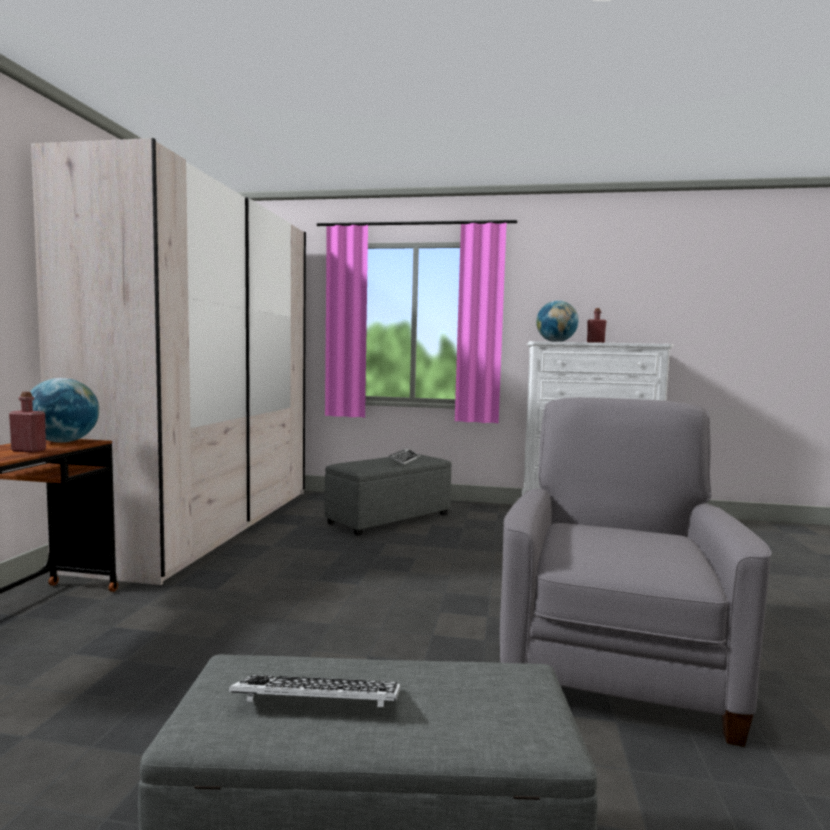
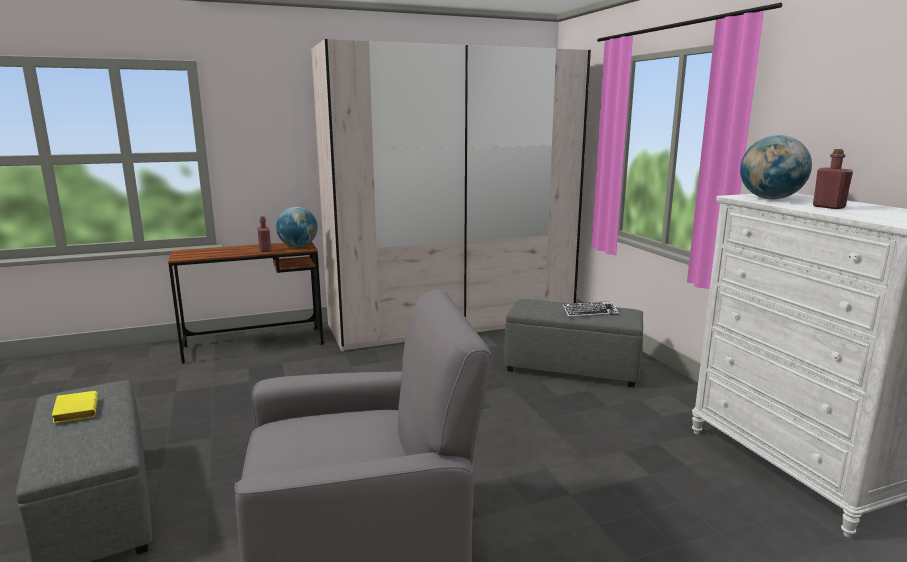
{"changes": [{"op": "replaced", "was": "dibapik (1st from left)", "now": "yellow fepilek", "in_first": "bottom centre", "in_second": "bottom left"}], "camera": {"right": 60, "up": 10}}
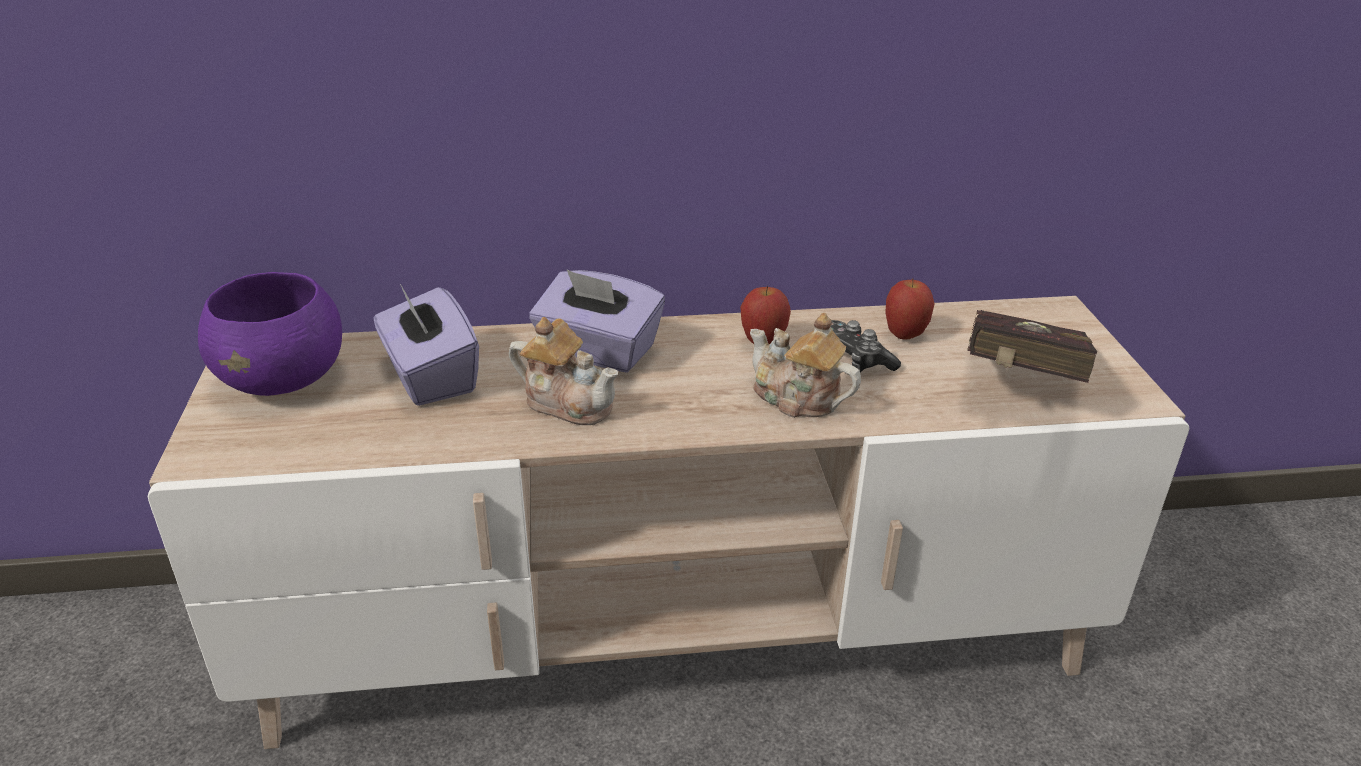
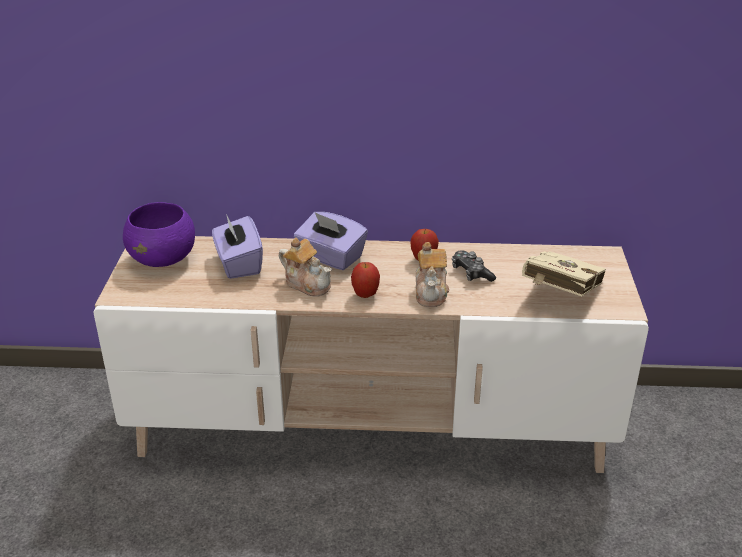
{"changes": [{"op": "turned", "was": "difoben (2nd from left)", "in_first": "centre", "in_second": "centre", "clockwise": -135}, {"op": "moved", "was": "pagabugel (2nd from left in the first image)", "now": "pagabugel (1st from left)", "in_first": "middle right", "in_second": "centre"}, {"op": "recoloured", "was": "red fepilek", "now": "beige fepilek", "in_first": "middle right", "in_second": "middle right"}], "camera": {"right": 10, "up": 0}}
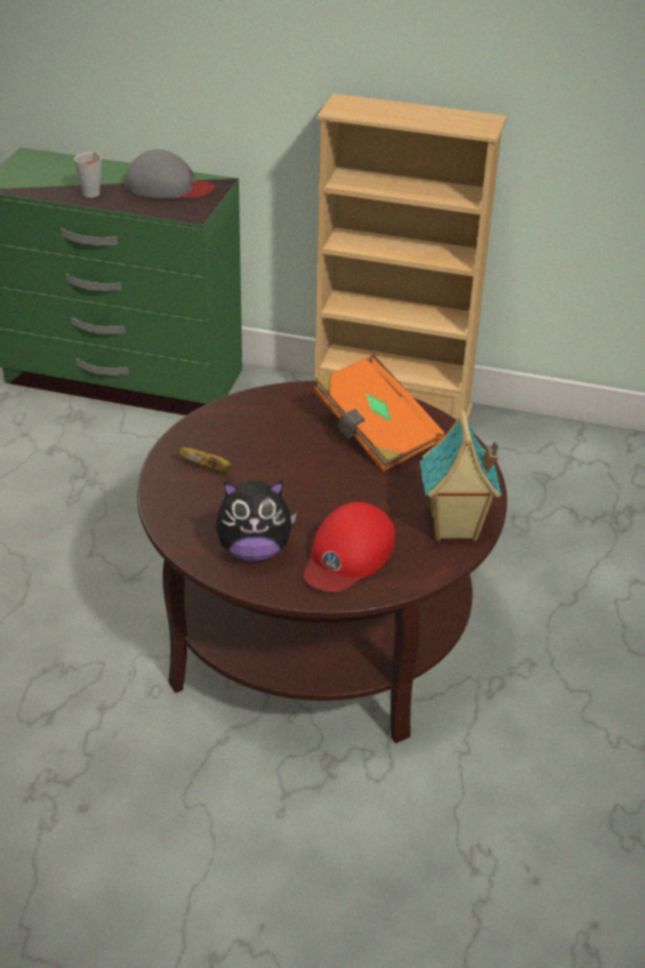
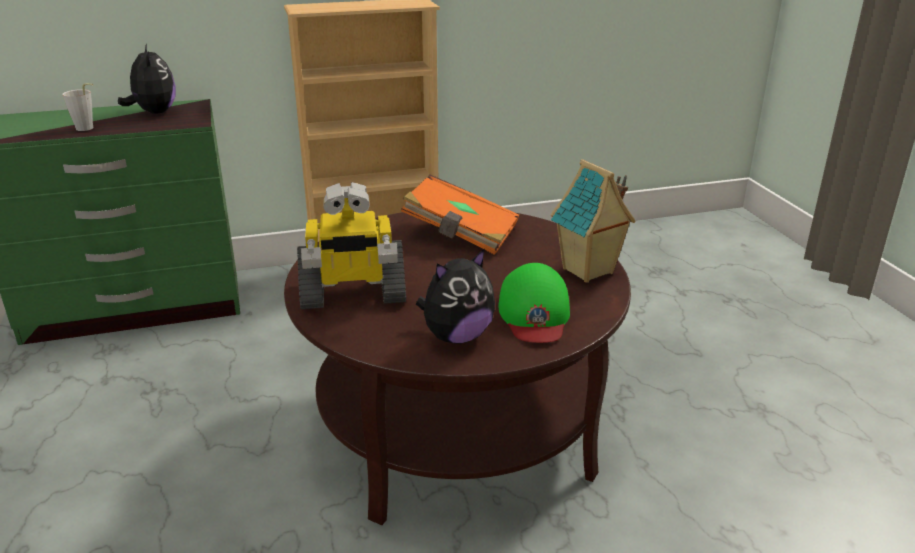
{"changes": [{"op": "replaced", "was": "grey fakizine", "now": "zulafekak (1st from left)", "in_first": "top left", "in_second": "top left"}, {"op": "replaced", "was": "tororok", "now": "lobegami", "in_first": "middle left", "in_second": "centre"}, {"op": "recoloured", "was": "red fakizine", "now": "green fakizine", "in_first": "centre", "in_second": "centre"}], "camera": {"right": -30, "up": -10}}
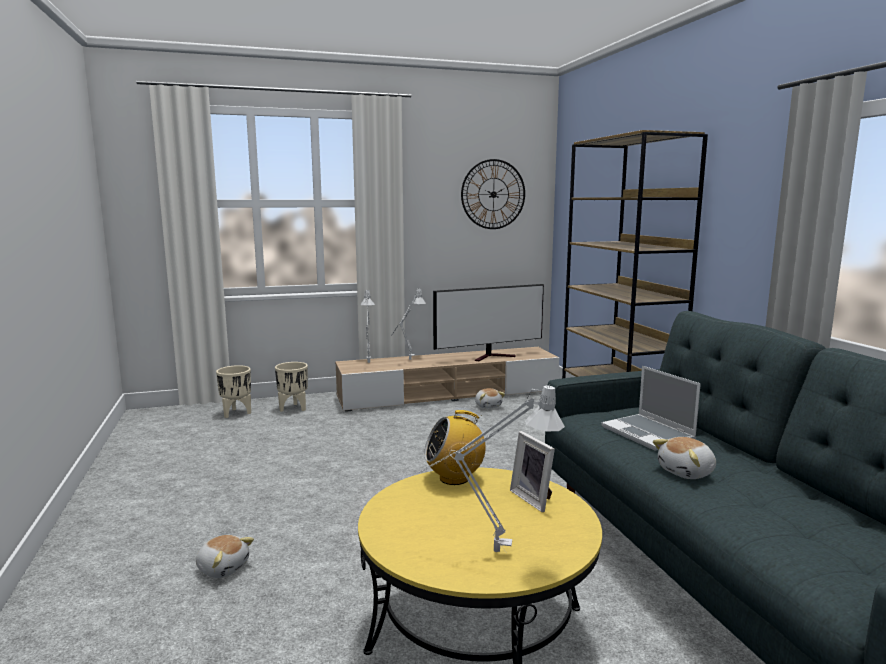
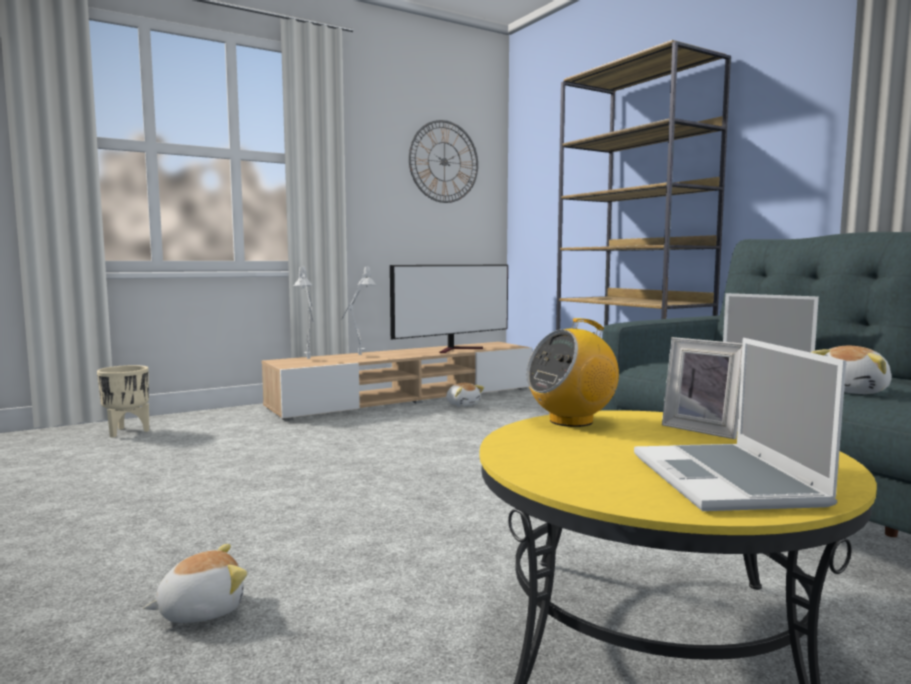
{"changes": [{"op": "turned", "was": "zulafekak (1st from left)", "in_first": "bottom left", "in_second": "bottom left", "clockwise": -45}, {"op": "removed", "was": "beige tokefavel (2nd from left)", "in_first": "middle left"}, {"op": "replaced", "was": "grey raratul (3rd from left)", "now": "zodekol (1st from left)", "in_first": "bottom centre", "in_second": "middle right"}], "camera": {"right": -15, "up": -5}}
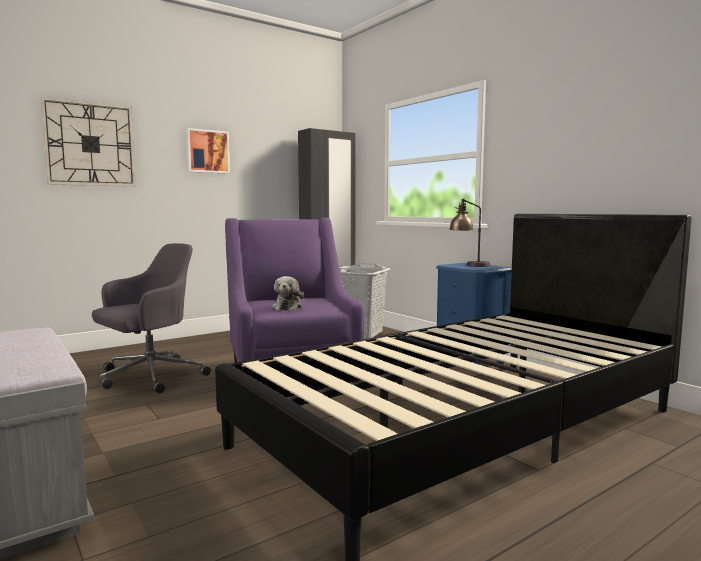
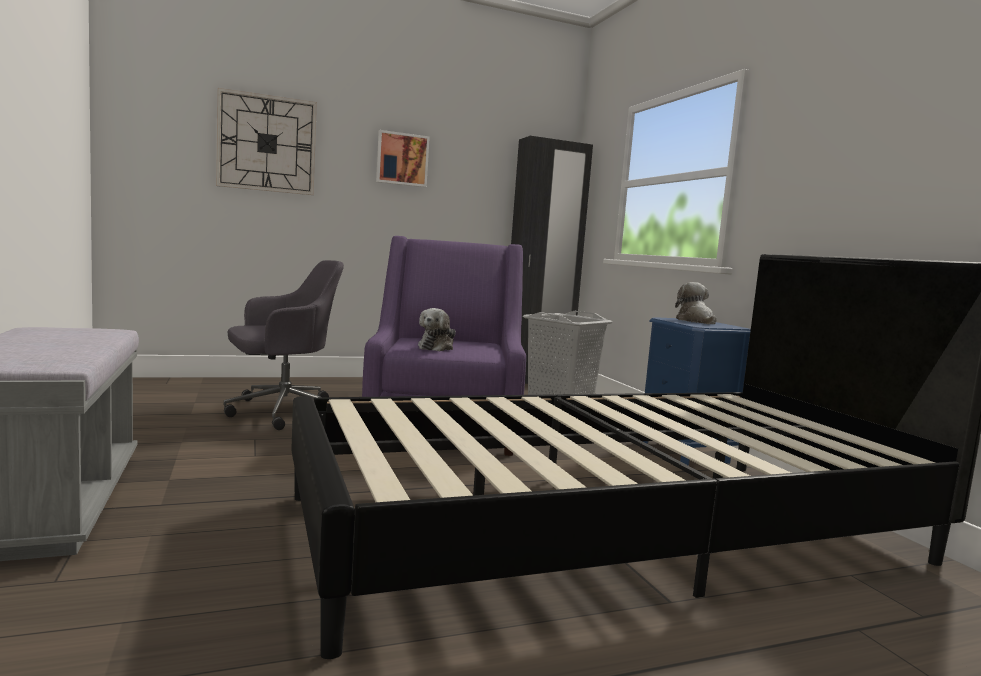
{"changes": [{"op": "replaced", "was": "raratul", "now": "zulafekak (2nd from left)", "in_first": "middle right", "in_second": "middle right"}], "camera": {"right": 15, "up": 0}}
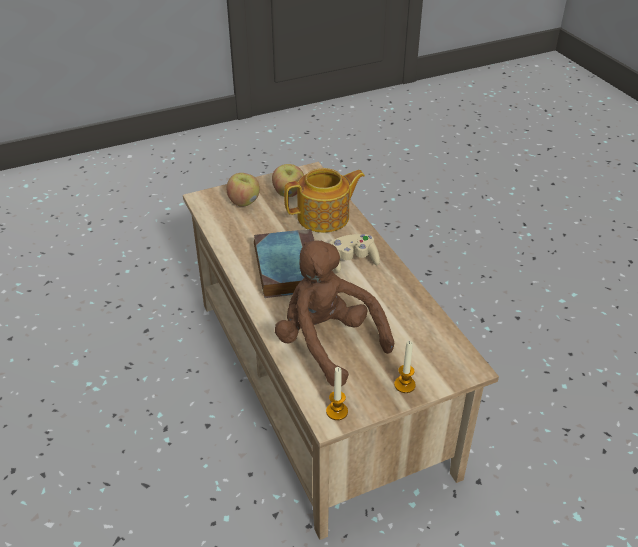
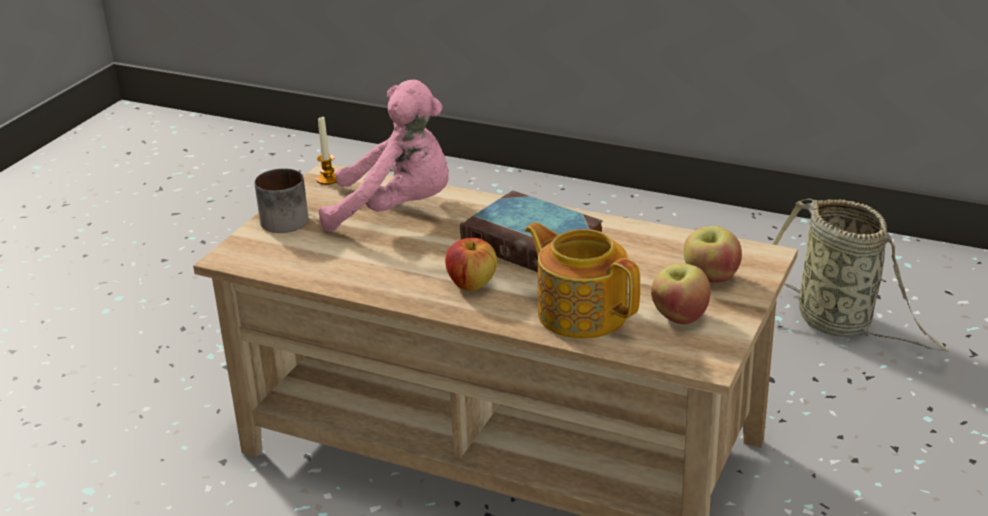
{"changes": [{"op": "recoloured", "was": "brown zulafekak", "now": "pink zulafekak", "in_first": "centre", "in_second": "top centre"}, {"op": "turned", "was": "difoben", "in_first": "centre", "in_second": "centre", "clockwise": 105}, {"op": "replaced", "was": "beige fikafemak", "now": "pagabugel (1st from left)", "in_first": "centre", "in_second": "centre"}, {"op": "replaced", "was": "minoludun (2nd from left)", "now": "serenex", "in_first": "bottom centre", "in_second": "middle left"}, {"op": "added", "now": "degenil", "in_second": "middle right"}], "camera": {"right": 140, "up": -10}}
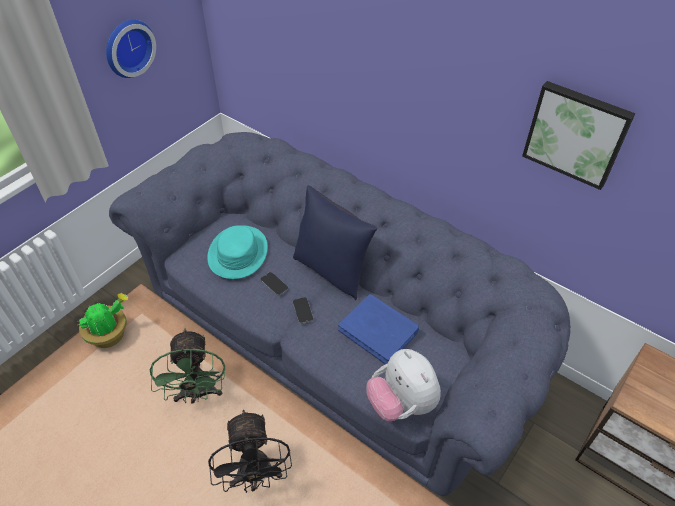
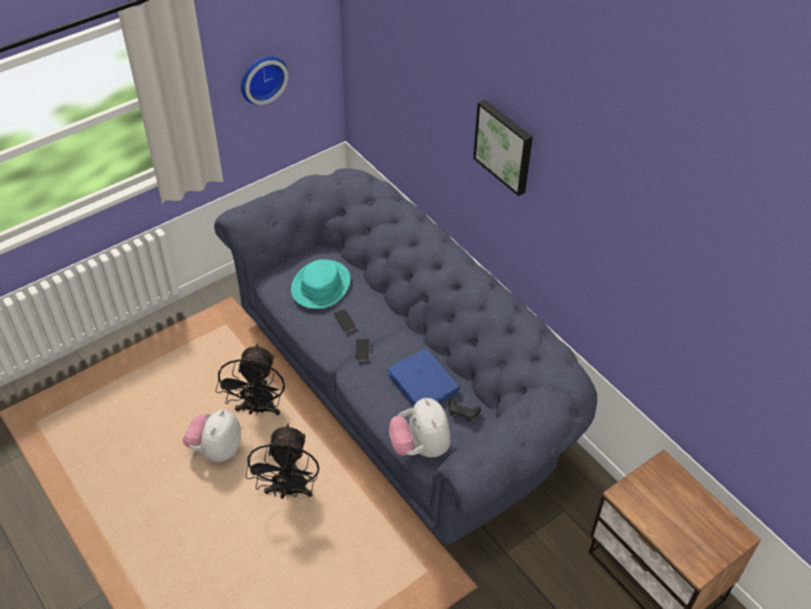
{"changes": [{"op": "removed", "was": "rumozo", "in_first": "middle left"}, {"op": "recoloured", "was": "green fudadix", "now": "black fudadix (1st from left)", "in_first": "bottom left", "in_second": "middle left"}, {"op": "removed", "was": "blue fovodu", "in_first": "centre"}, {"op": "moved", "was": "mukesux", "in_first": "top right", "in_second": "top centre"}, {"op": "added", "now": "zulafekak (1st from left)", "in_second": "bottom left"}, {"op": "added", "now": "black fikafemak", "in_second": "bottom centre"}], "camera": {"right": 15, "up": 0}}
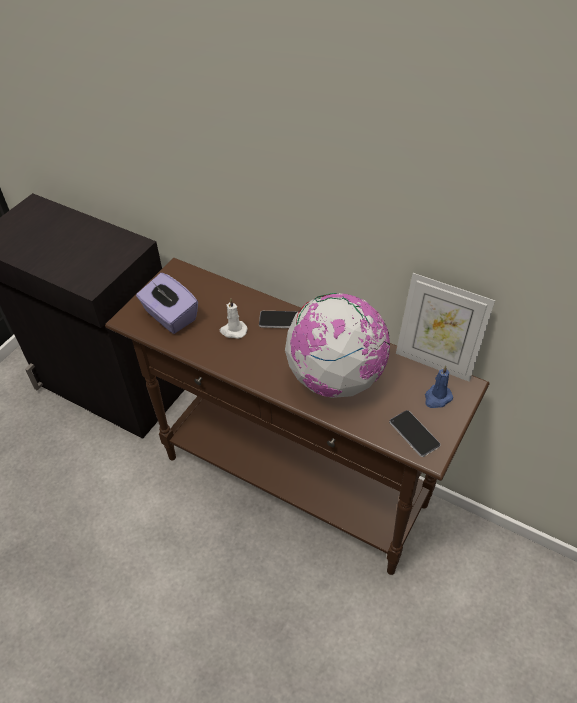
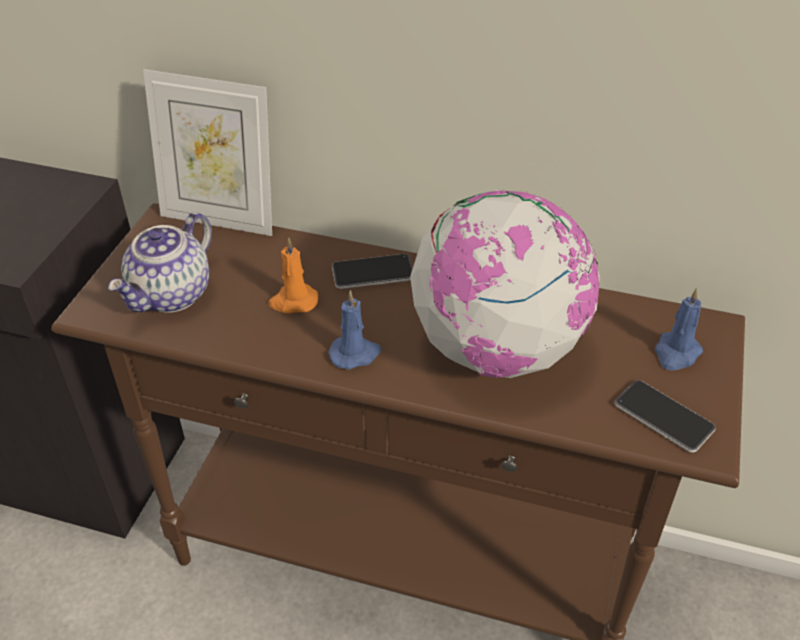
{"changes": [{"op": "replaced", "was": "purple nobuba", "now": "difoben", "in_first": "middle left", "in_second": "middle left"}, {"op": "recoloured", "was": "white minoludun", "now": "orange minoludun", "in_first": "centre", "in_second": "centre"}, {"op": "moved", "was": "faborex", "in_first": "middle right", "in_second": "top left"}, {"op": "added", "now": "blue minoludun (1st from left)", "in_second": "centre"}], "camera": {"right": -15, "up": -5}}
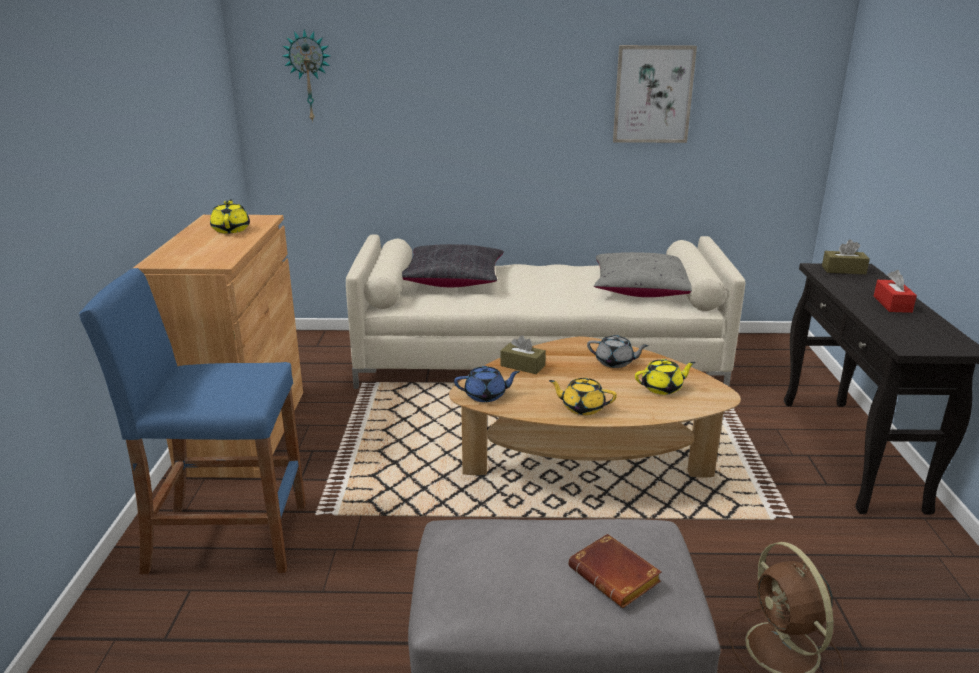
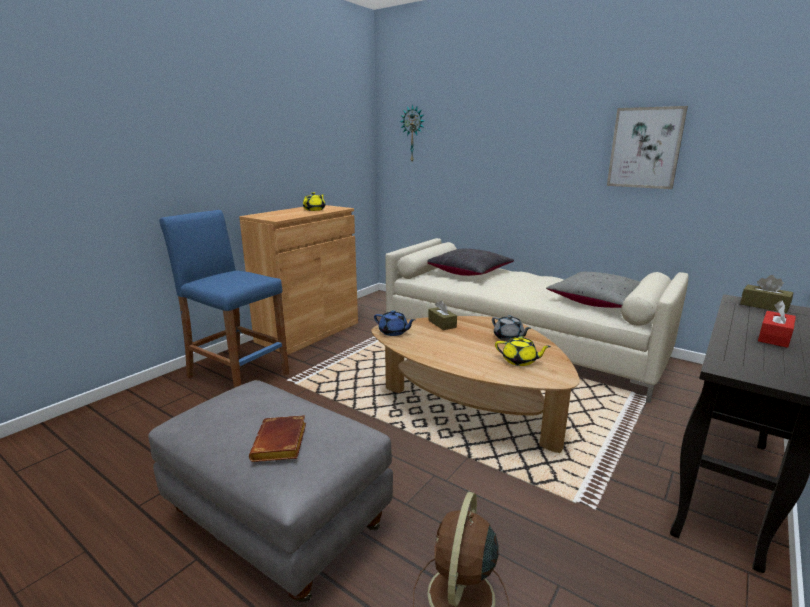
{"changes": [{"op": "removed", "was": "yellow difoben (2nd from left)", "in_first": "centre"}], "camera": {"right": 35, "up": -5}}
